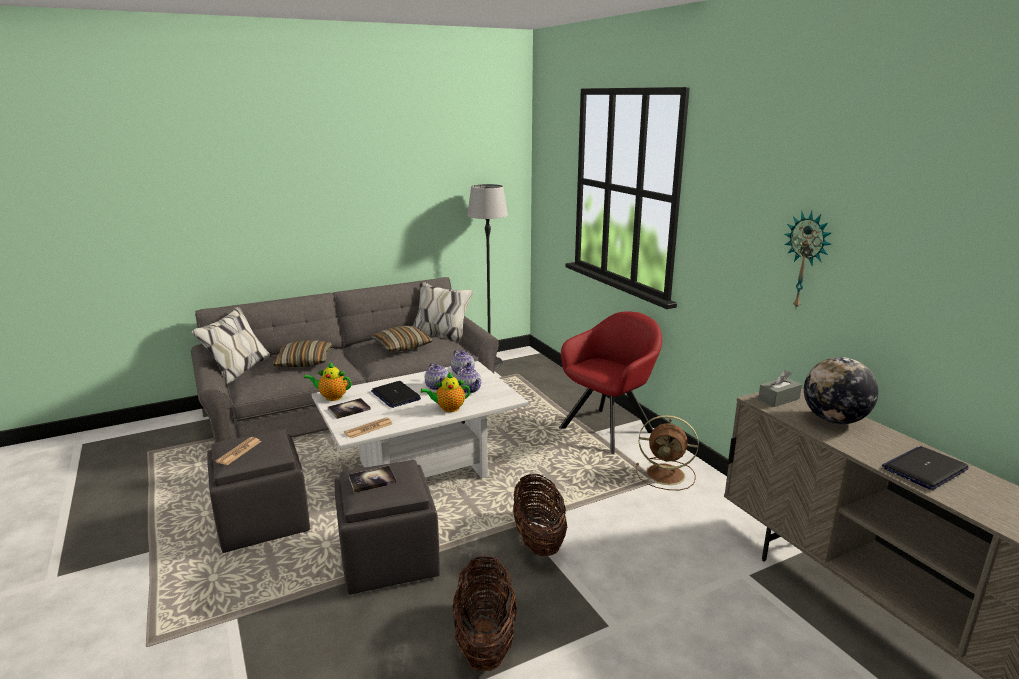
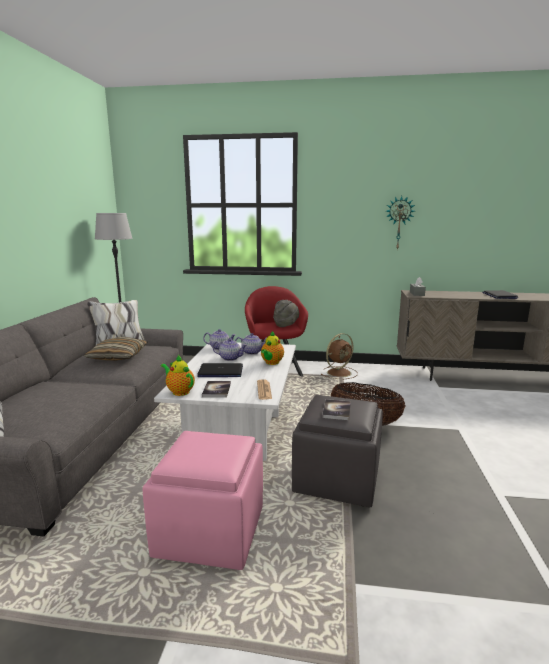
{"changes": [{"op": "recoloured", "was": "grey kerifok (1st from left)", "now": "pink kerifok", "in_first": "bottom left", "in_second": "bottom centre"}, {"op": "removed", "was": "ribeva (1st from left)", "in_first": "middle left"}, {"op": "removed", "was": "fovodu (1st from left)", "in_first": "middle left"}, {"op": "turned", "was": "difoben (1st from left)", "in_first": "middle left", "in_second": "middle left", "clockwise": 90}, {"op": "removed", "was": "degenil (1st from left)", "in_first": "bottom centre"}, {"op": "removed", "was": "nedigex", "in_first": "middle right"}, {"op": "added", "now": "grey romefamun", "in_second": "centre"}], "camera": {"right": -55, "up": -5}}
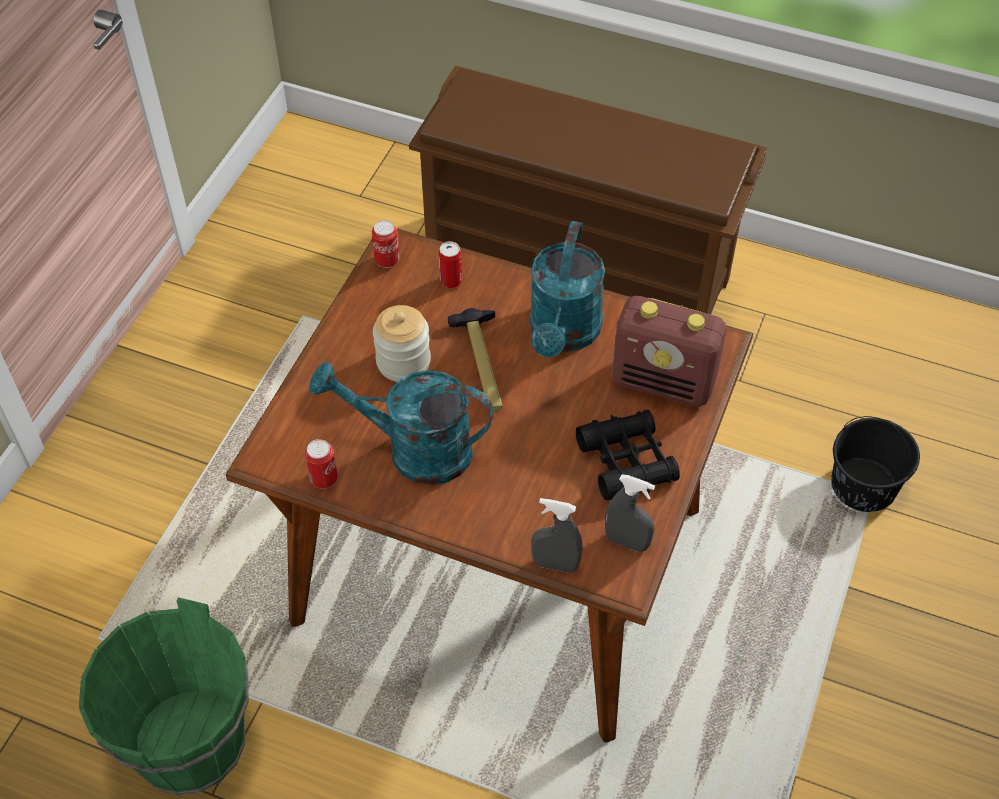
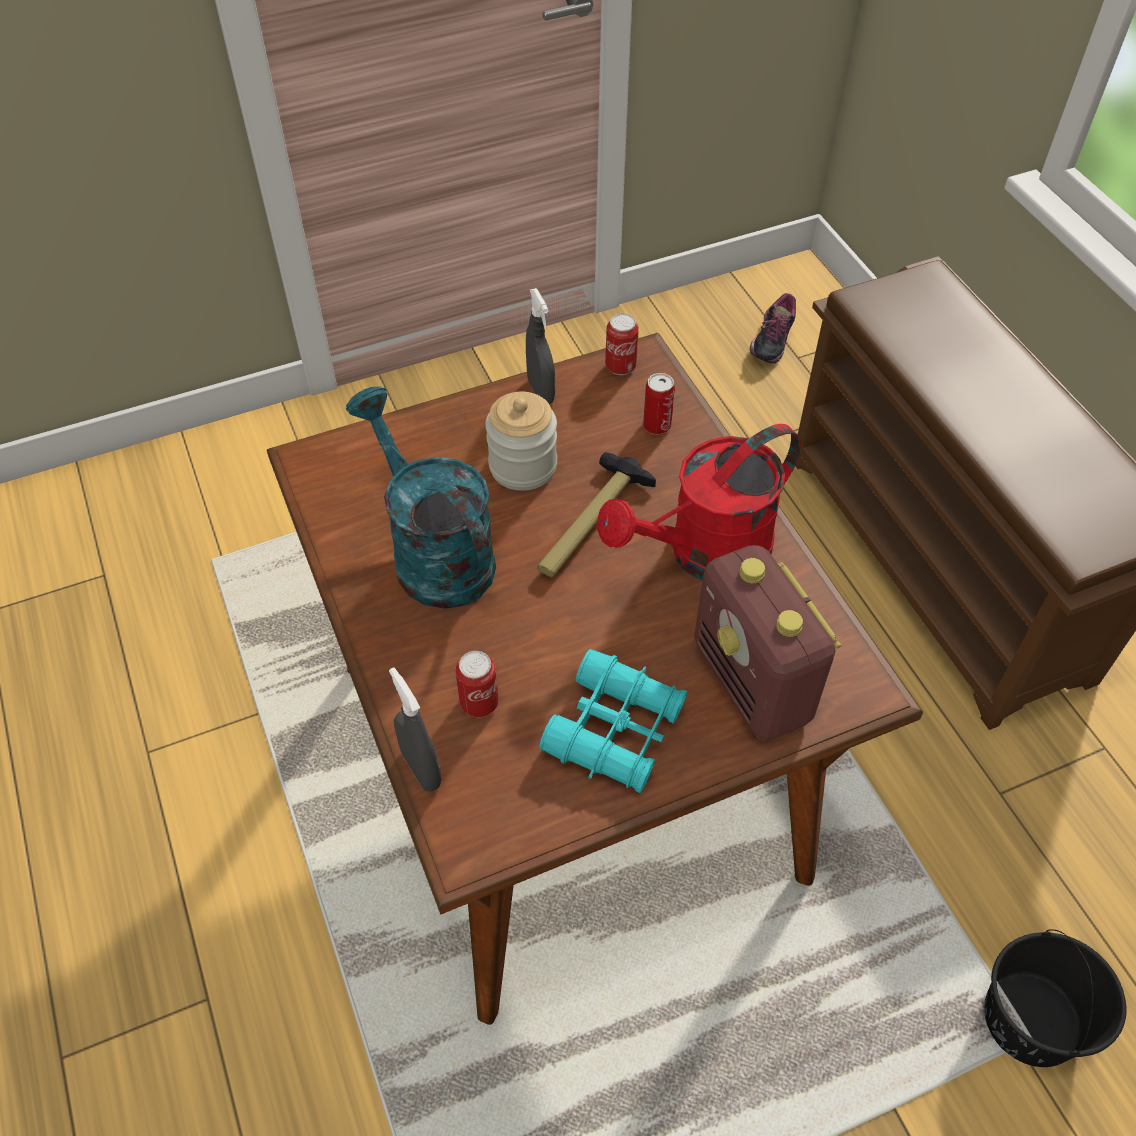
{"changes": [{"op": "removed", "was": "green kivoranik", "in_first": "bottom left"}, {"op": "moved", "was": "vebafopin (1st from left)", "in_first": "middle left", "in_second": "centre"}, {"op": "recoloured", "was": "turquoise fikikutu (2nd from left)", "now": "red fikikutu", "in_first": "centre", "in_second": "centre"}, {"op": "recoloured", "was": "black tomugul", "now": "turquoise tomugul", "in_first": "centre", "in_second": "centre"}, {"op": "moved", "was": "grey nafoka (2nd from left)", "in_first": "centre", "in_second": "top centre"}, {"op": "added", "now": "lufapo", "in_second": "top right"}], "camera": {"right": 45, "up": 0}}
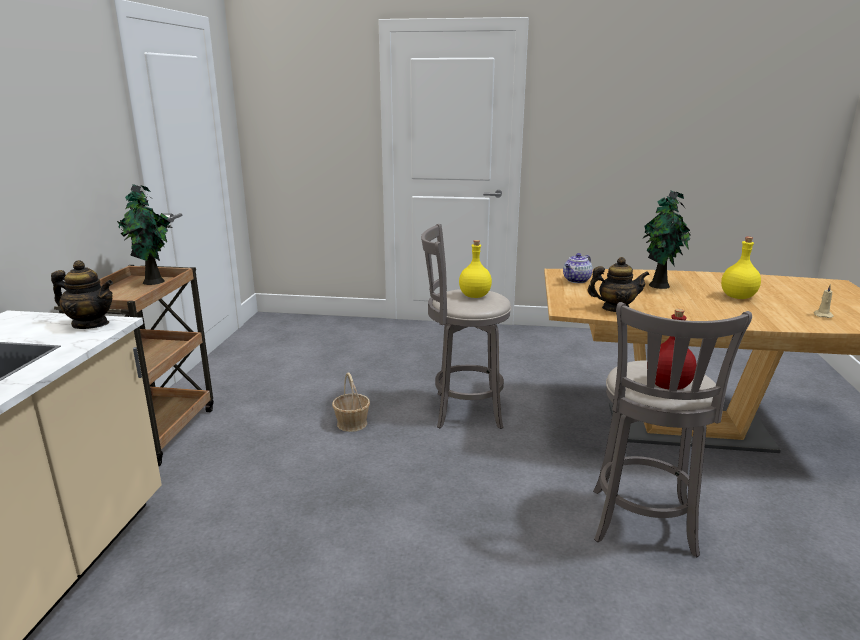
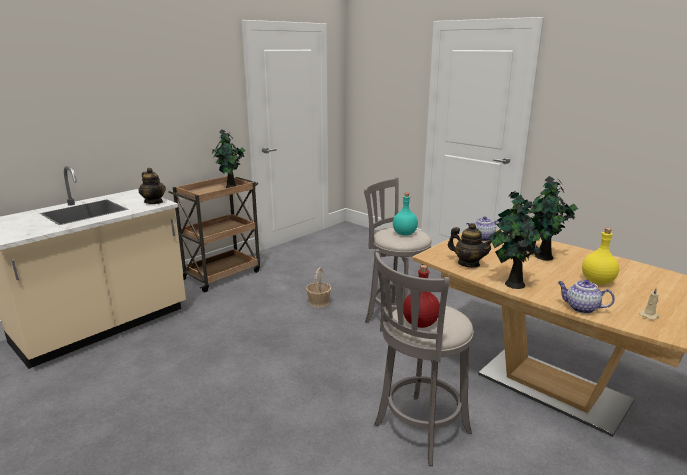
{"changes": [{"op": "recoloured", "was": "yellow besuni (1st from left)", "now": "turquoise besuni", "in_first": "centre", "in_second": "centre"}, {"op": "added", "now": "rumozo (2nd from left)", "in_second": "middle right"}, {"op": "added", "now": "difoben (4th from left)", "in_second": "middle right"}], "camera": {"right": 35, "up": 0}}
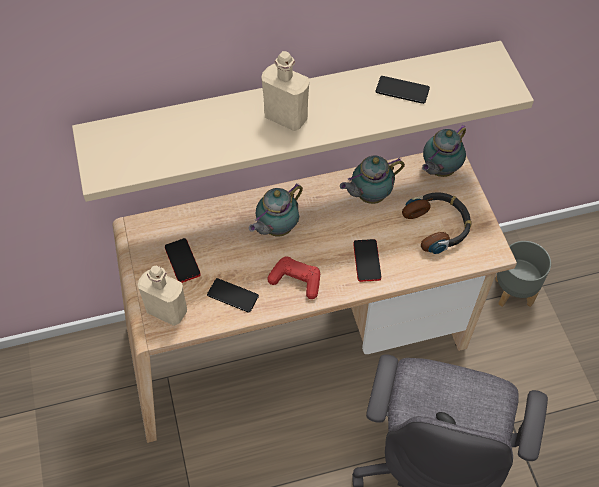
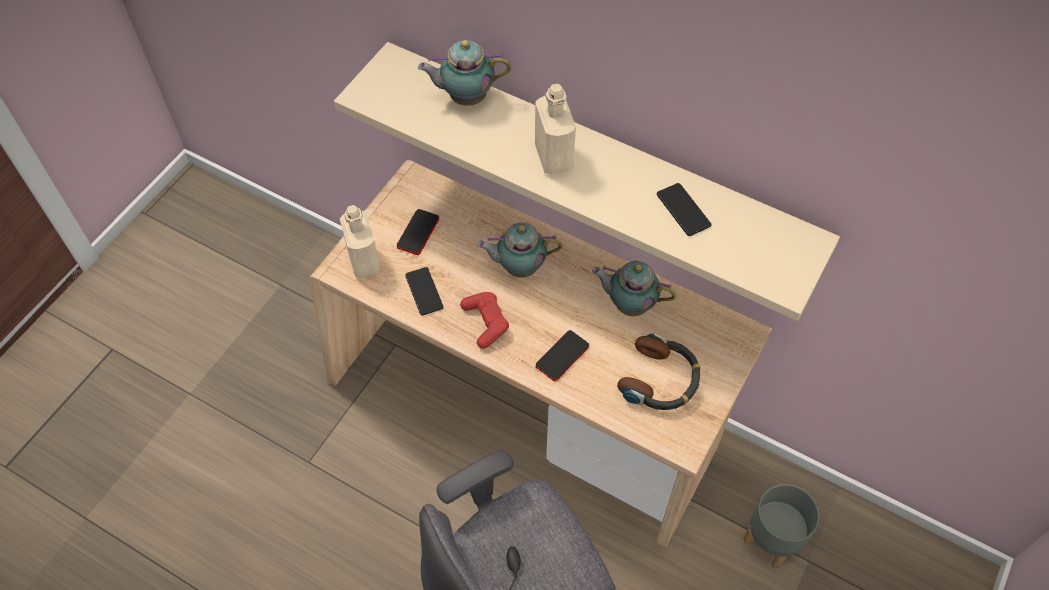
{"changes": [{"op": "moved", "was": "difoben (3rd from left in the first image)", "now": "difoben (1st from left)", "in_first": "top right", "in_second": "top centre"}], "camera": {"right": 45, "up": 0}}
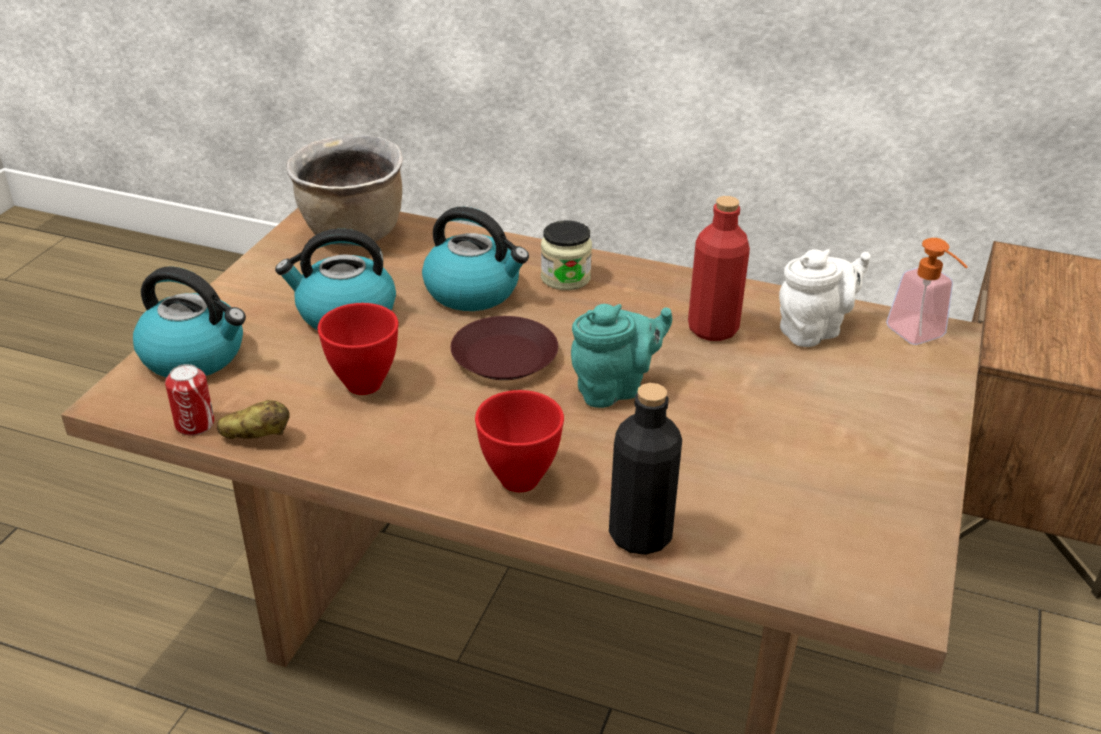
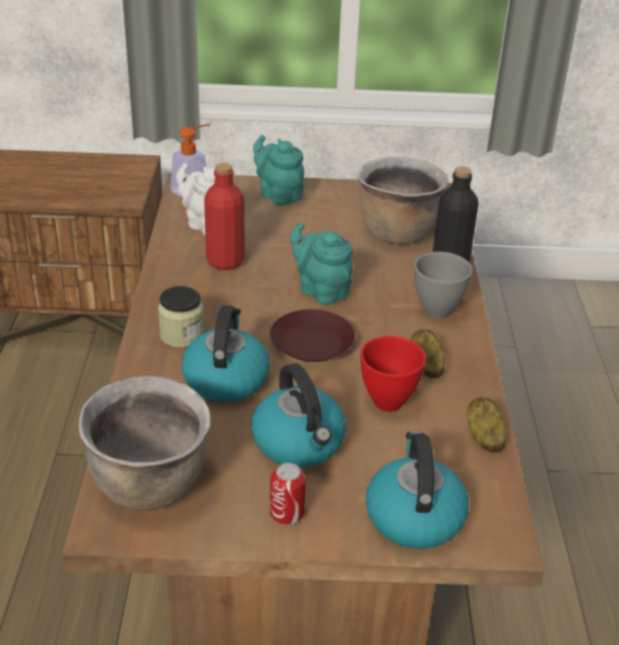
{"changes": [{"op": "moved", "was": "vebafopin", "in_first": "middle left", "in_second": "bottom centre"}, {"op": "recoloured", "was": "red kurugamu (2nd from left)", "now": "grey kurugamu", "in_first": "centre", "in_second": "middle right"}, {"op": "added", "now": "turquoise difoben (1st from left)", "in_second": "top centre"}, {"op": "added", "now": "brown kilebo (2nd from left)", "in_second": "top centre"}, {"op": "added", "now": "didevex (1st from left)", "in_second": "middle right"}], "camera": {"right": -110, "up": 0}}
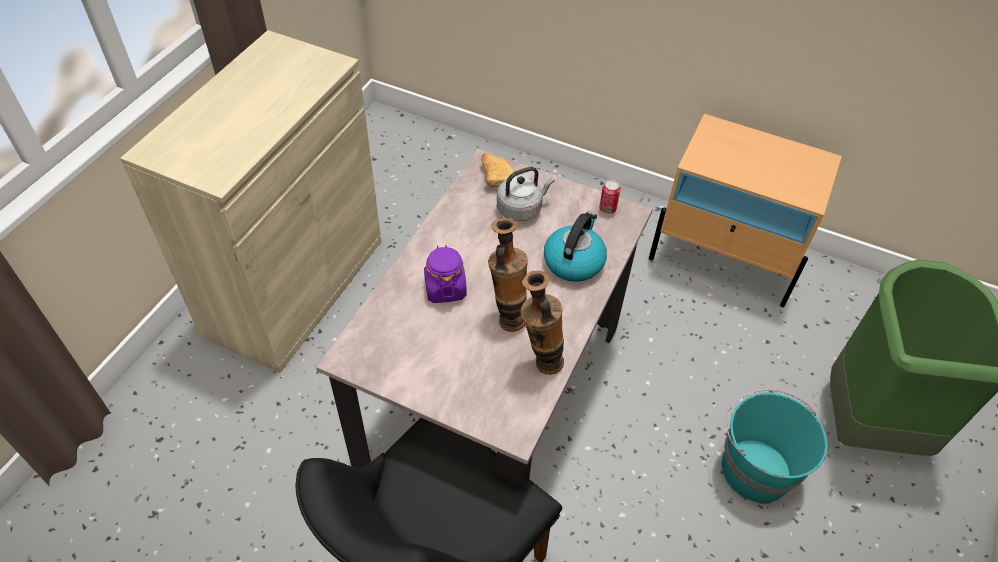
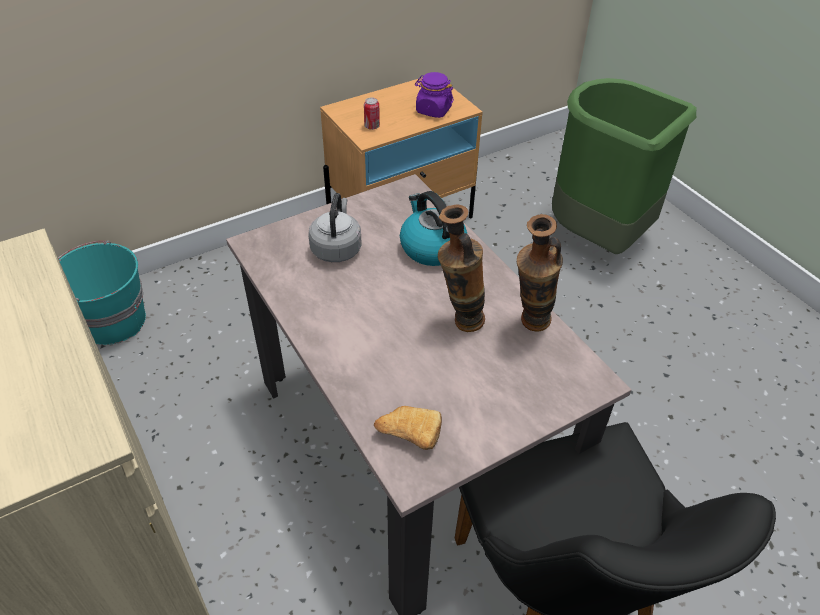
{"changes": [{"op": "moved", "was": "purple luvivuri", "in_first": "centre", "in_second": "top centre"}, {"op": "moved", "was": "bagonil", "in_first": "top centre", "in_second": "bottom centre"}, {"op": "moved", "was": "vebafopin", "in_first": "centre", "in_second": "top centre"}, {"op": "moved", "was": "turquoise kivoranik", "in_first": "bottom right", "in_second": "middle left"}], "camera": {"right": -55, "up": -5}}
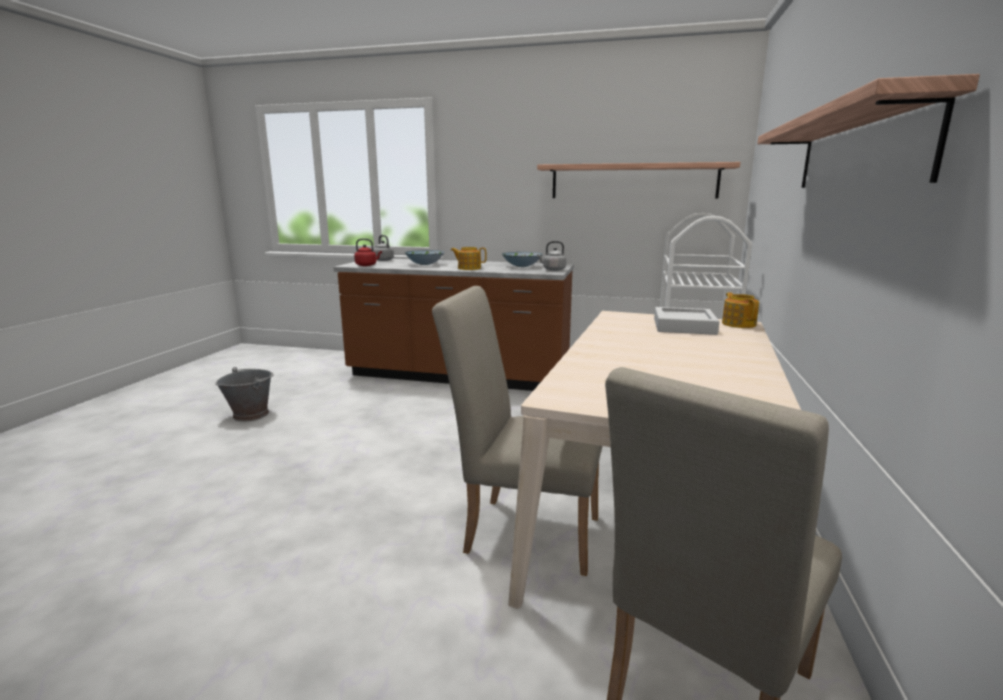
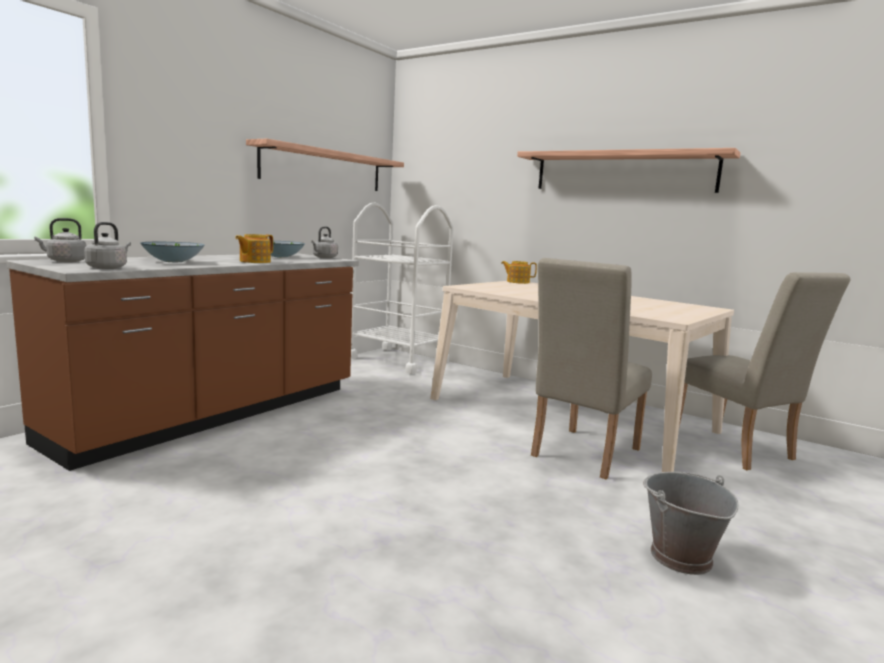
{"changes": [{"op": "moved", "was": "grey kivoranik", "in_first": "middle left", "in_second": "bottom right"}, {"op": "recoloured", "was": "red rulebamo", "now": "grey rulebamo (2nd from left)", "in_first": "centre", "in_second": "middle left"}, {"op": "removed", "was": "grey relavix", "in_first": "middle right"}], "camera": {"right": -70, "up": -5}}
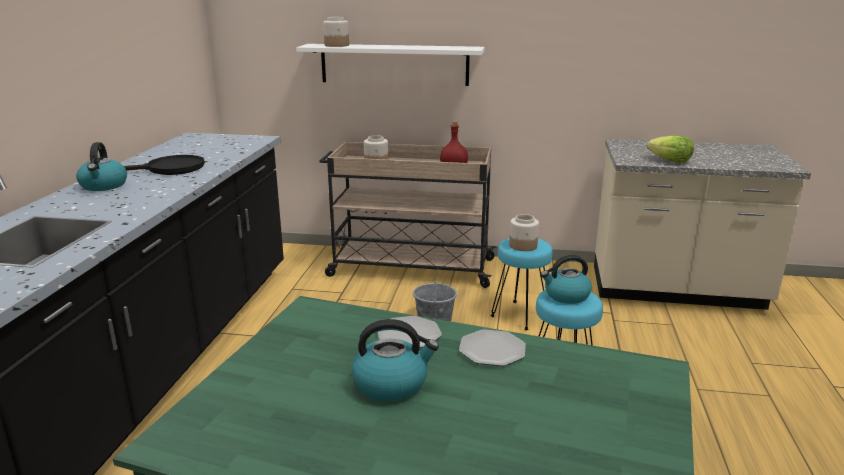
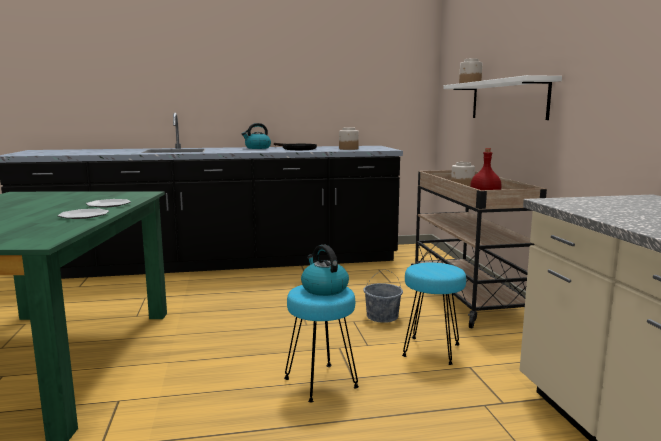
{"changes": [{"op": "removed", "was": "rulebamo (2nd from left)", "in_first": "bottom centre"}, {"op": "moved", "was": "luvivuri (3rd from left in the first image)", "now": "luvivuri (1st from left)", "in_first": "centre", "in_second": "top centre"}, {"op": "removed", "was": "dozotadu", "in_first": "top right"}], "camera": {"right": 70, "up": -10}}
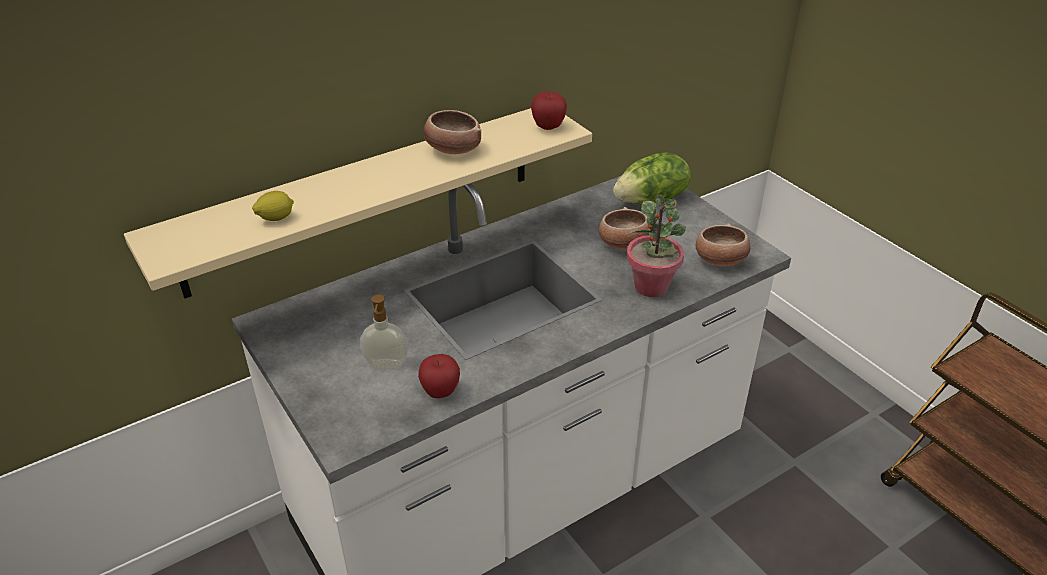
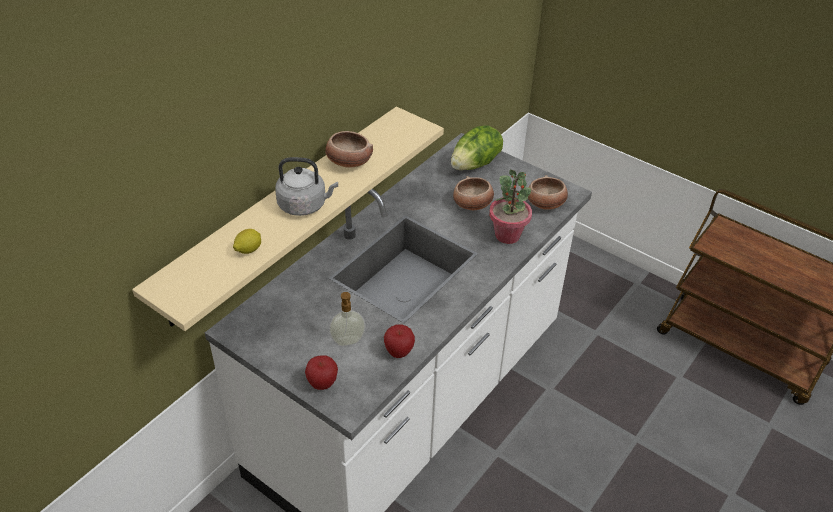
{"changes": [{"op": "moved", "was": "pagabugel (2nd from left in the first image)", "now": "pagabugel (1st from left)", "in_first": "top centre", "in_second": "bottom centre"}, {"op": "added", "now": "grey rulebamo", "in_second": "centre"}], "camera": {"right": -20, "up": 5}}
